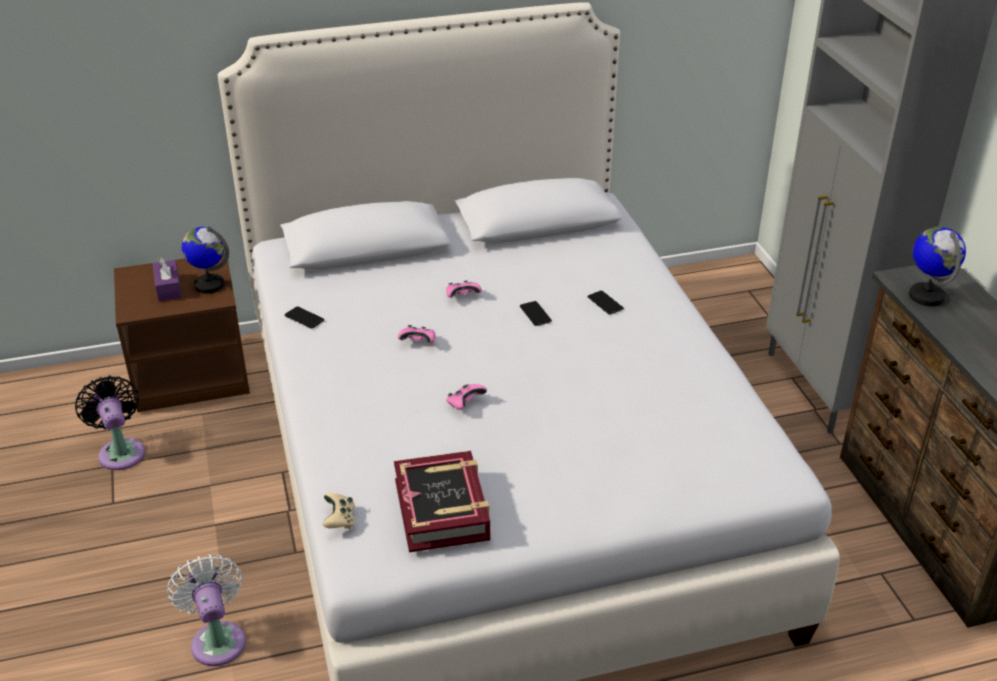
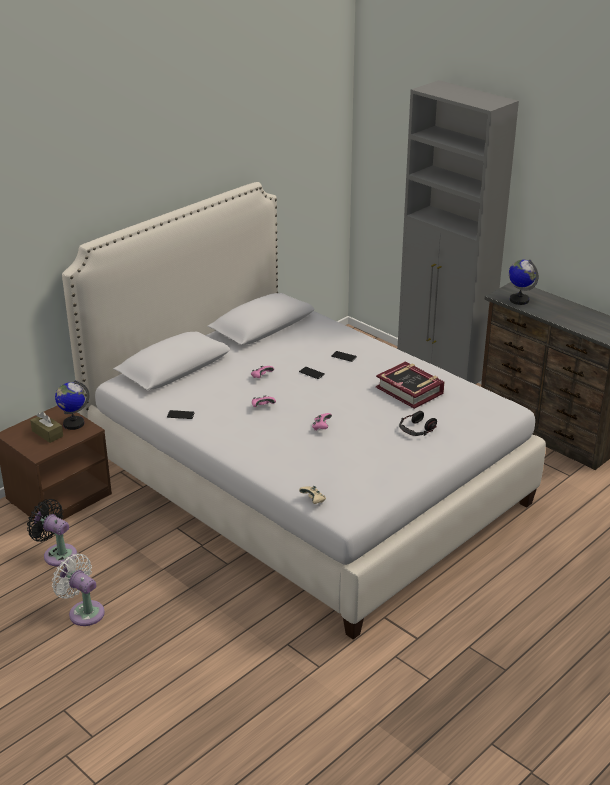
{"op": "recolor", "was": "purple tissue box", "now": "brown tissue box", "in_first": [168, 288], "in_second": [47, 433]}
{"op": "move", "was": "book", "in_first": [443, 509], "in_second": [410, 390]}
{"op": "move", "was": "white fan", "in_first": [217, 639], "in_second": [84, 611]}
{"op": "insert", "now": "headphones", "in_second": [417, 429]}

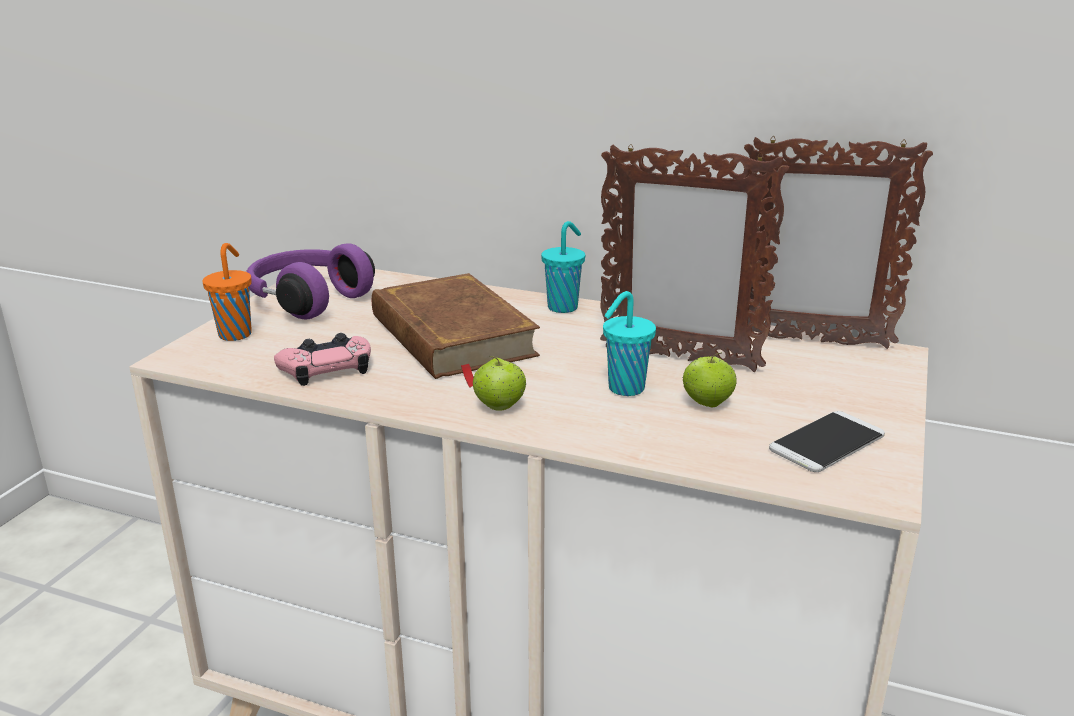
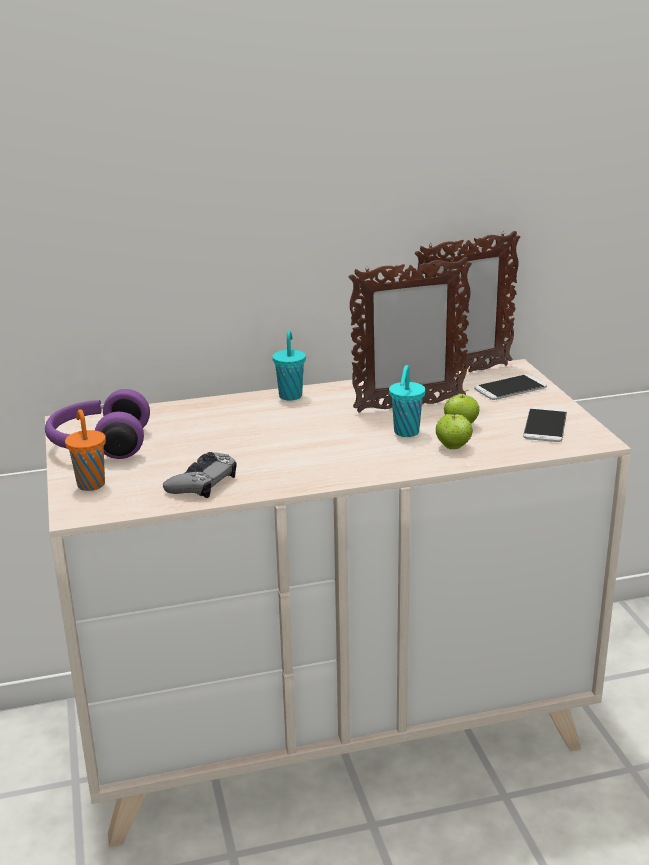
{"op": "delete", "was": "brown book", "in_first": [451, 337]}
{"op": "recolor", "was": "pink game controller", "now": "grey game controller", "in_first": [326, 368], "in_second": [202, 482]}
{"op": "move", "was": "apple", "in_first": [500, 407], "in_second": [453, 447]}
{"op": "insert", "now": "phone", "in_second": [510, 388]}

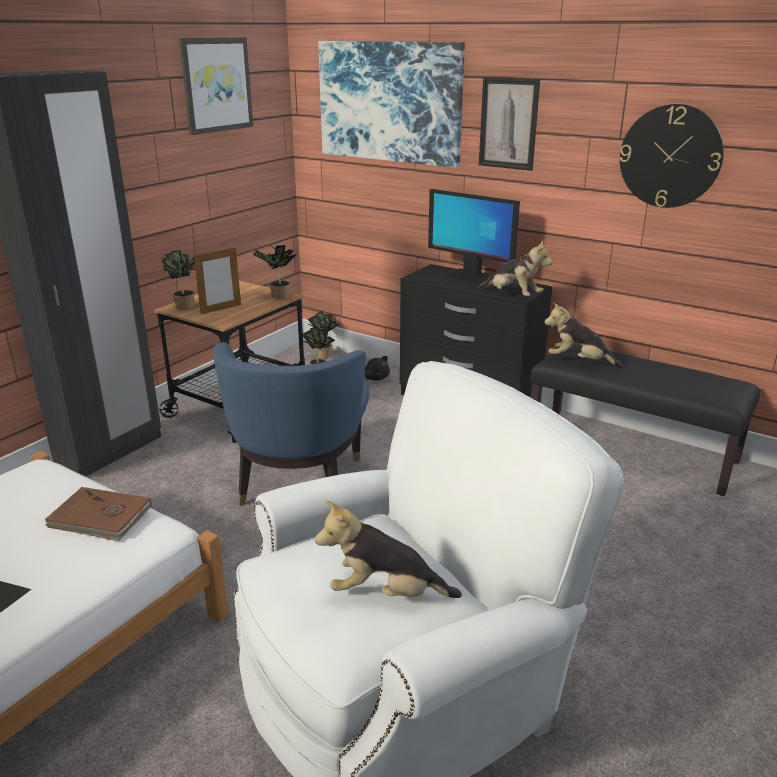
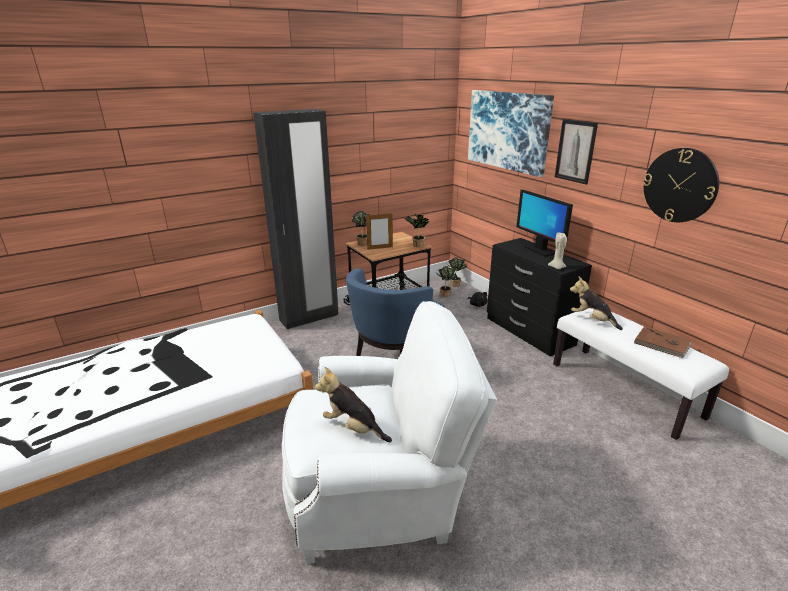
{"op": "delete", "was": "picture", "in_first": [216, 85]}
{"op": "replace", "was": "plush toy", "now": "beige candle", "in_first": [513, 296], "in_second": [557, 267]}
{"op": "recolor", "was": "black bench", "now": "white bench", "in_first": [631, 449], "in_second": [625, 390]}
{"op": "move", "was": "brown book", "in_first": [100, 518], "in_second": [661, 344]}

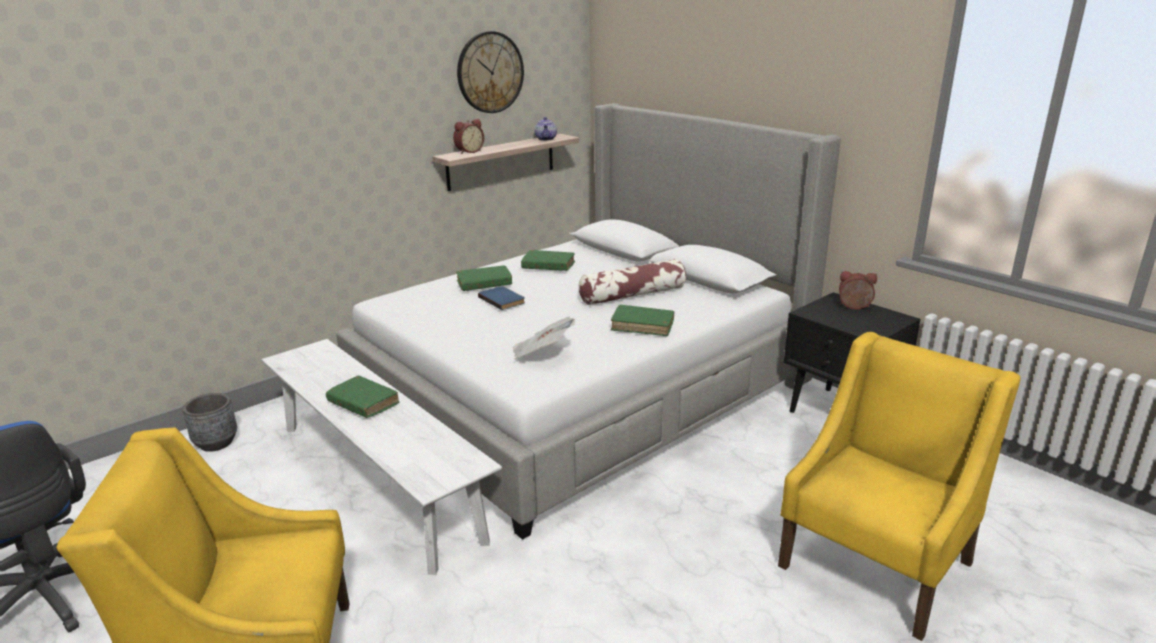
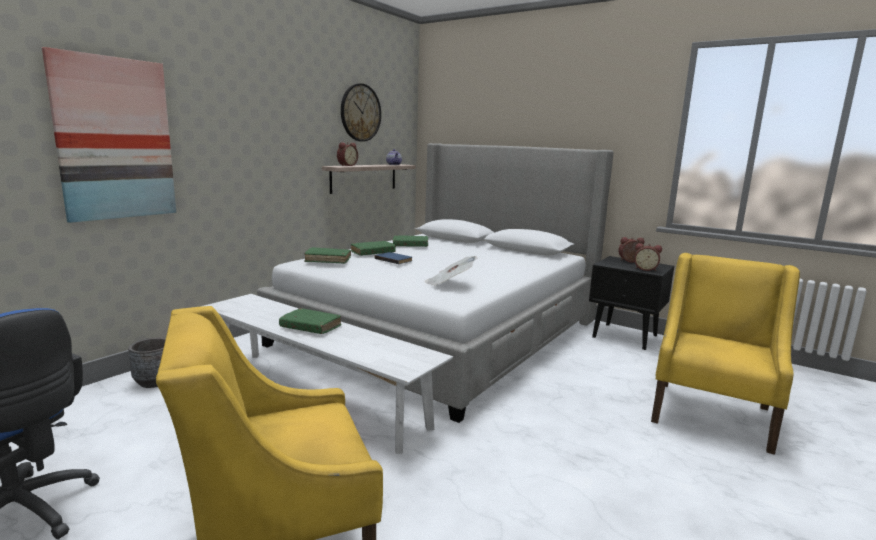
{"op": "delete", "was": "pillow", "in_first": [632, 295]}
{"op": "move", "was": "green book", "in_first": [642, 326], "in_second": [328, 260]}
{"op": "insert", "now": "picture", "in_second": [115, 139]}
{"op": "insert", "now": "alarm clock", "in_second": [645, 269]}

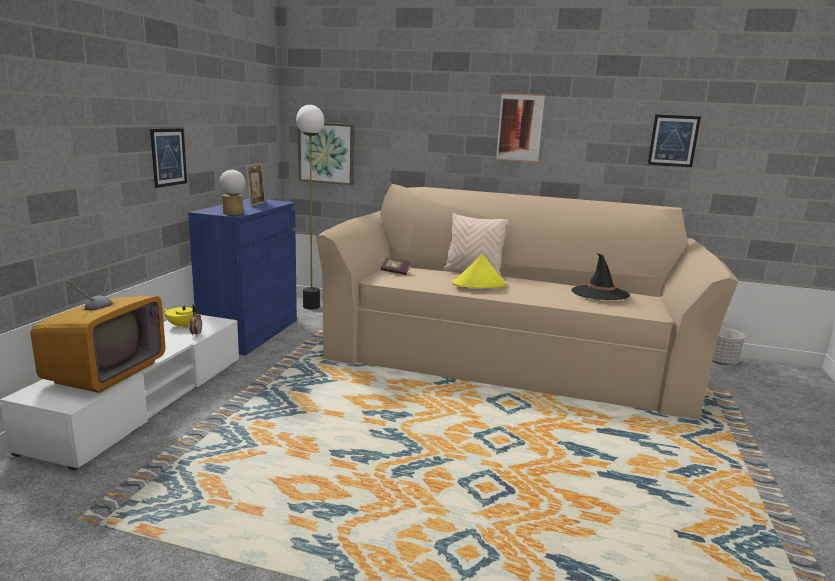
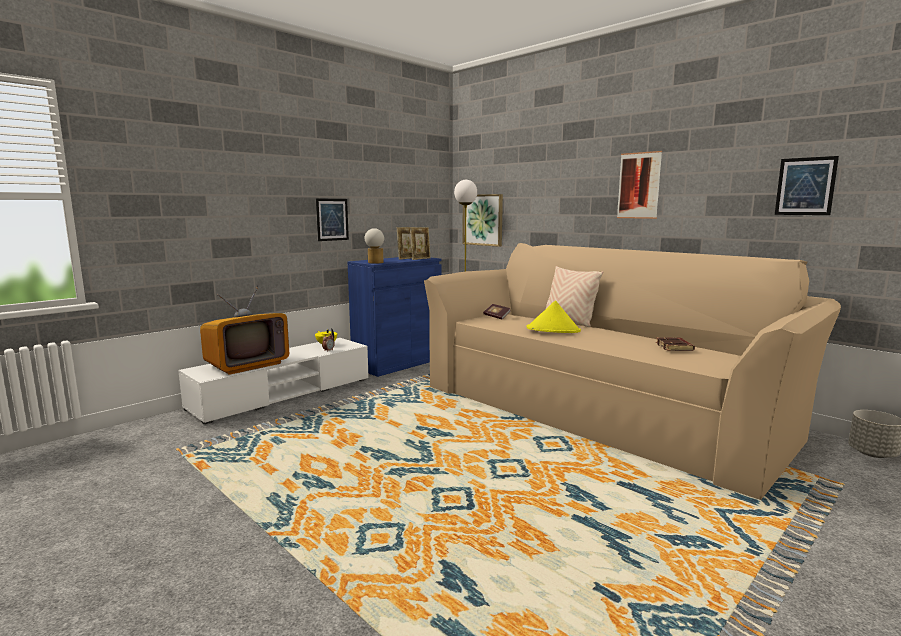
{"op": "replace", "was": "black hat", "now": "brown book", "in_first": [600, 293], "in_second": [675, 347]}
{"op": "insert", "now": "picture frame", "in_second": [420, 259]}

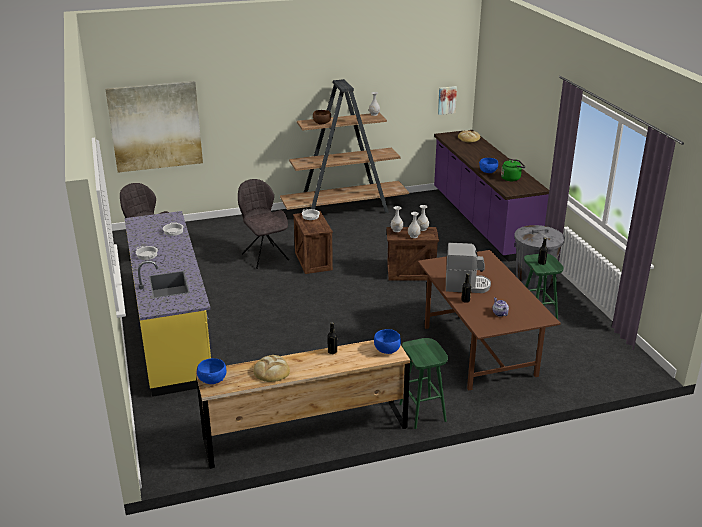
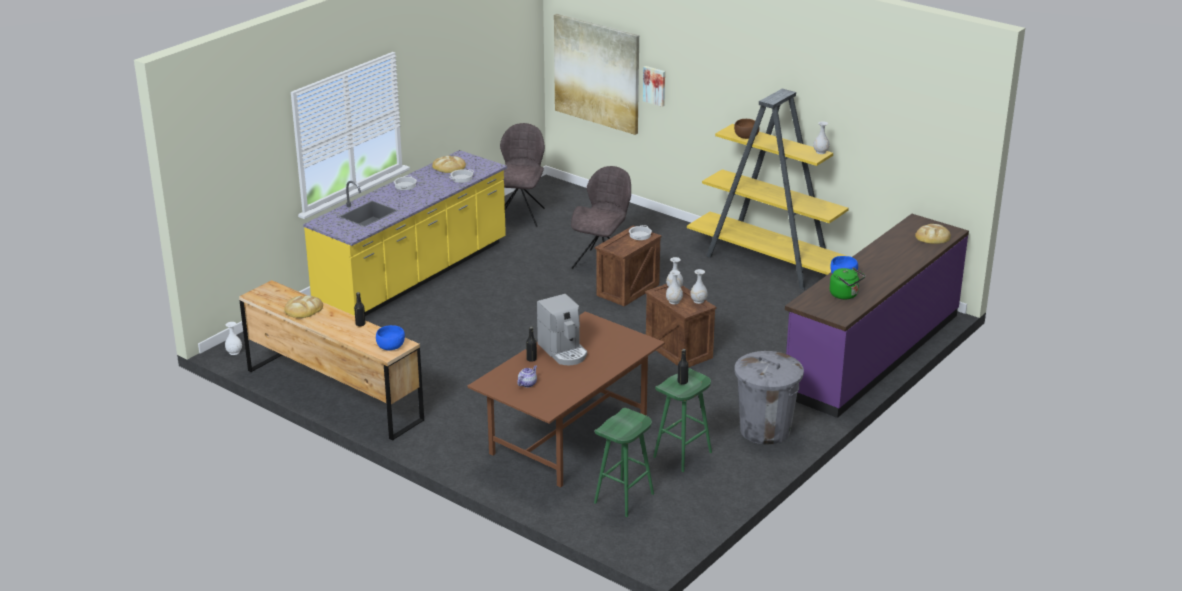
{"op": "recolor", "was": "brown bookcase", "now": "yellow bookcase", "in_first": [345, 210], "in_second": [769, 264]}
{"op": "move", "was": "picture", "in_first": [446, 100], "in_second": [655, 85]}
{"op": "move", "was": "green stool", "in_first": [423, 413], "in_second": [624, 499]}
{"op": "delete", "was": "blue bowl", "in_first": [212, 380]}
{"op": "insert", "now": "bread", "in_second": [449, 167]}
{"op": "insert", "now": "white vase", "in_second": [234, 352]}

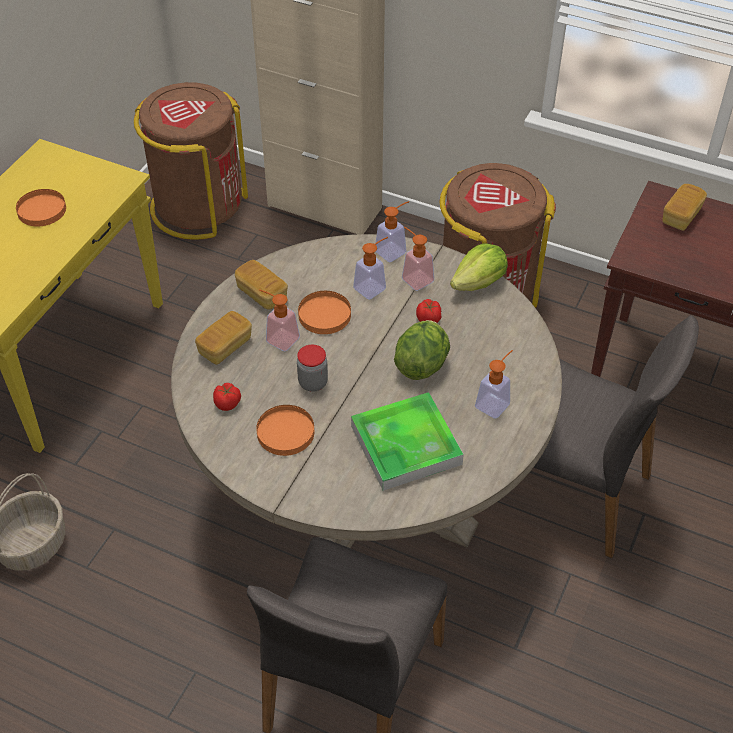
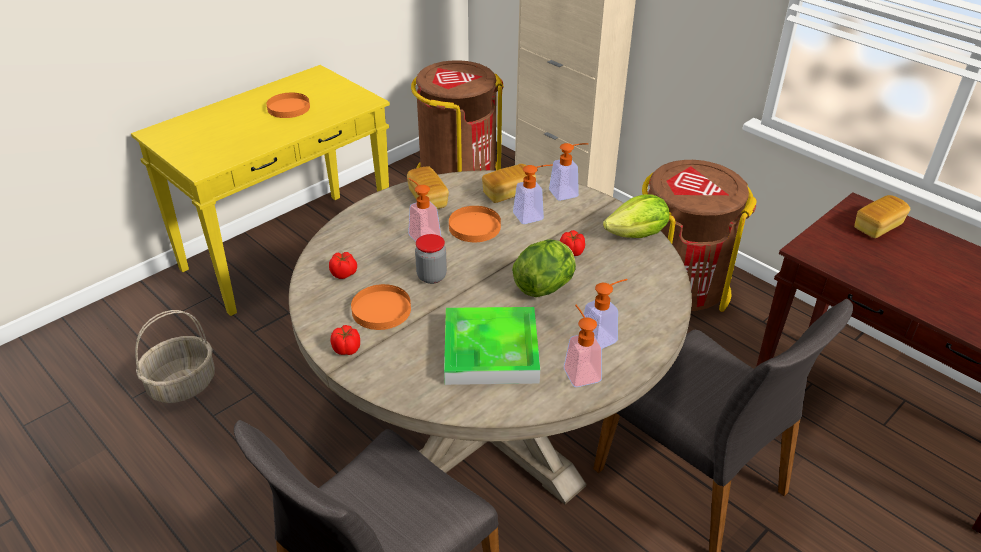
{"op": "move", "was": "soap dispenser", "in_first": [414, 277], "in_second": [579, 370]}
{"op": "move", "was": "bread", "in_first": [225, 346], "in_second": [508, 193]}
{"op": "insert", "now": "tomato", "in_second": [347, 349]}

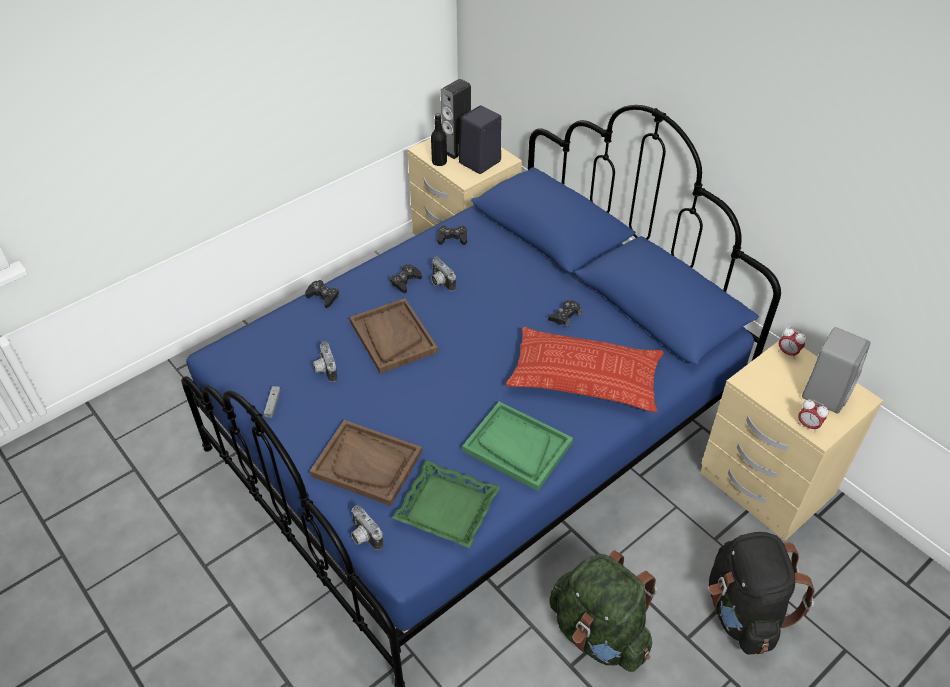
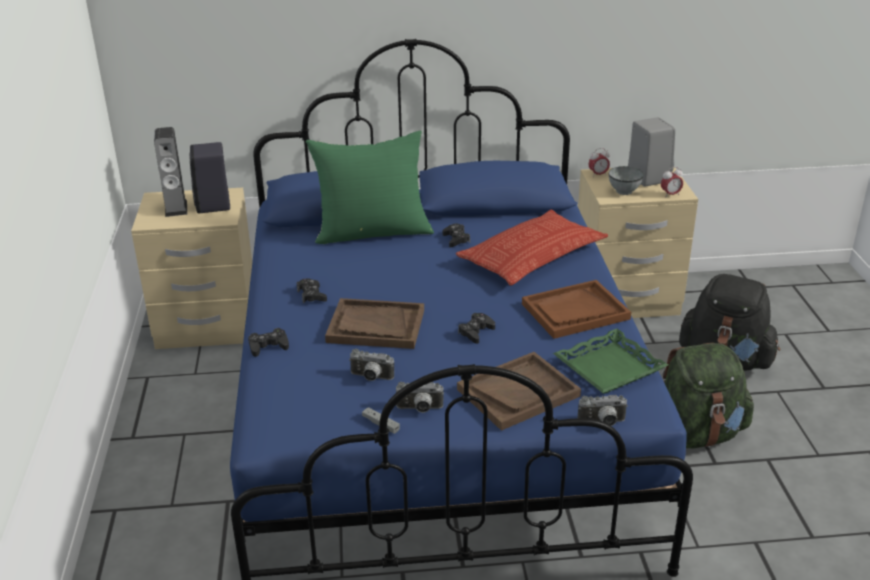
{"op": "delete", "was": "black bottle", "in_first": [439, 162]}
{"op": "move", "was": "black game controller", "in_first": [452, 238], "in_second": [476, 332]}
{"op": "move", "was": "photo camera", "in_first": [440, 283], "in_second": [419, 409]}
{"op": "recolor", "was": "green tray", "now": "brown tray", "in_first": [517, 447], "in_second": [575, 312]}
{"op": "insert", "now": "green pillow", "in_second": [373, 232]}
{"op": "insert", "now": "grey bowl", "in_second": [623, 191]}

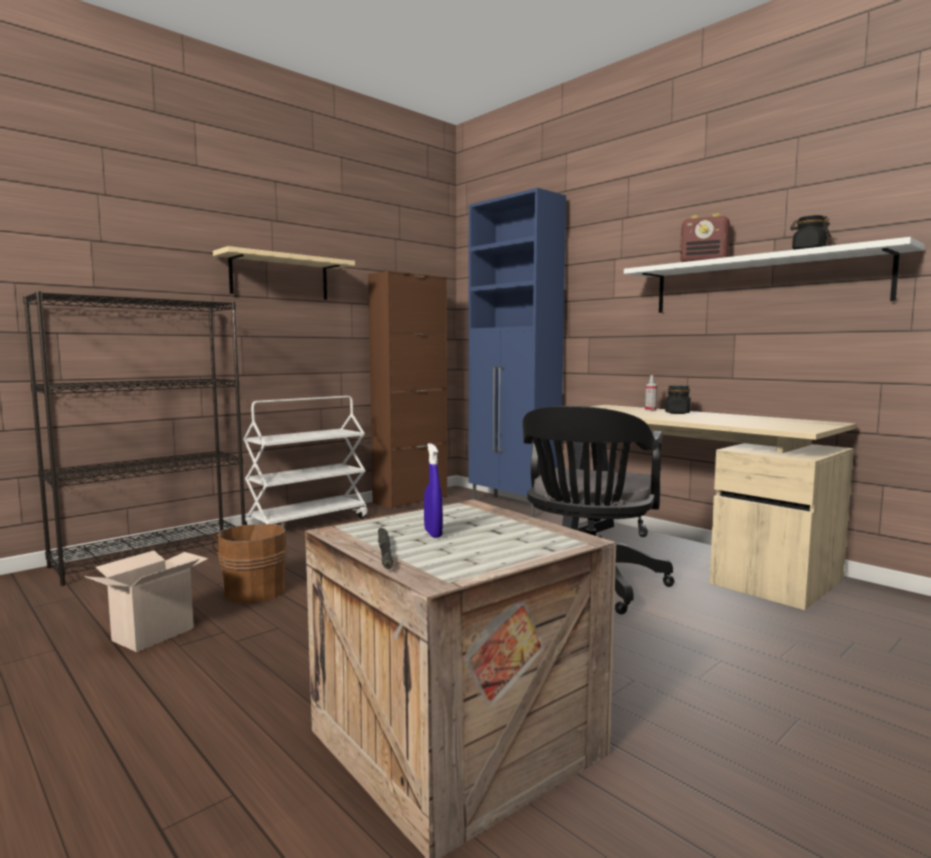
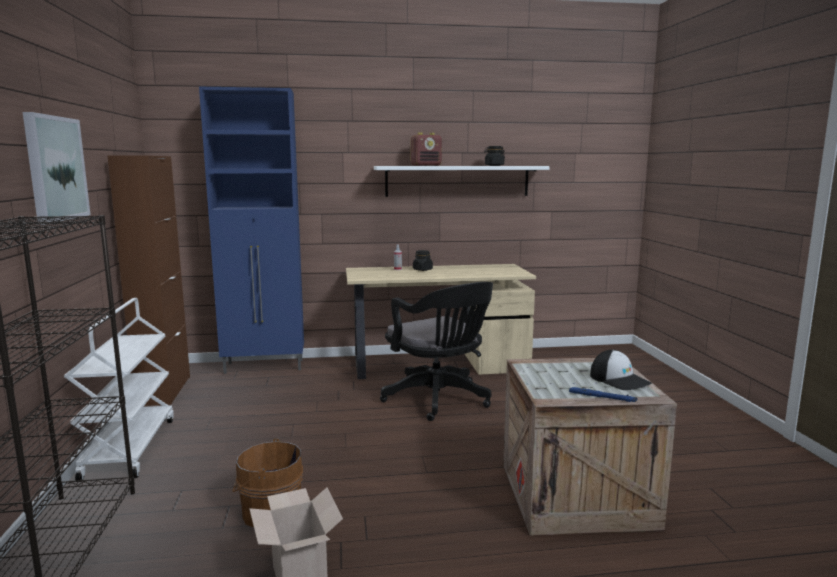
{"op": "replace", "was": "beige shelf", "now": "picture", "in_first": [280, 277], "in_second": [55, 168]}
{"op": "delete", "was": "blue spray bottle", "in_first": [433, 533]}
{"op": "recolor", "was": "black flashlight", "now": "blue flashlight", "in_first": [384, 552], "in_second": [602, 397]}
{"op": "insert", "now": "cap", "in_second": [619, 380]}

